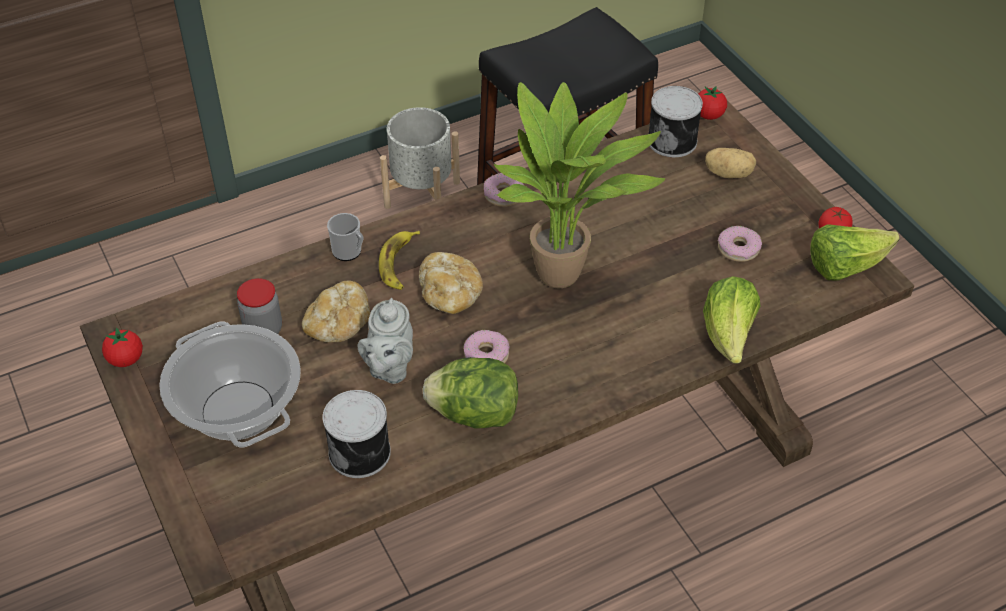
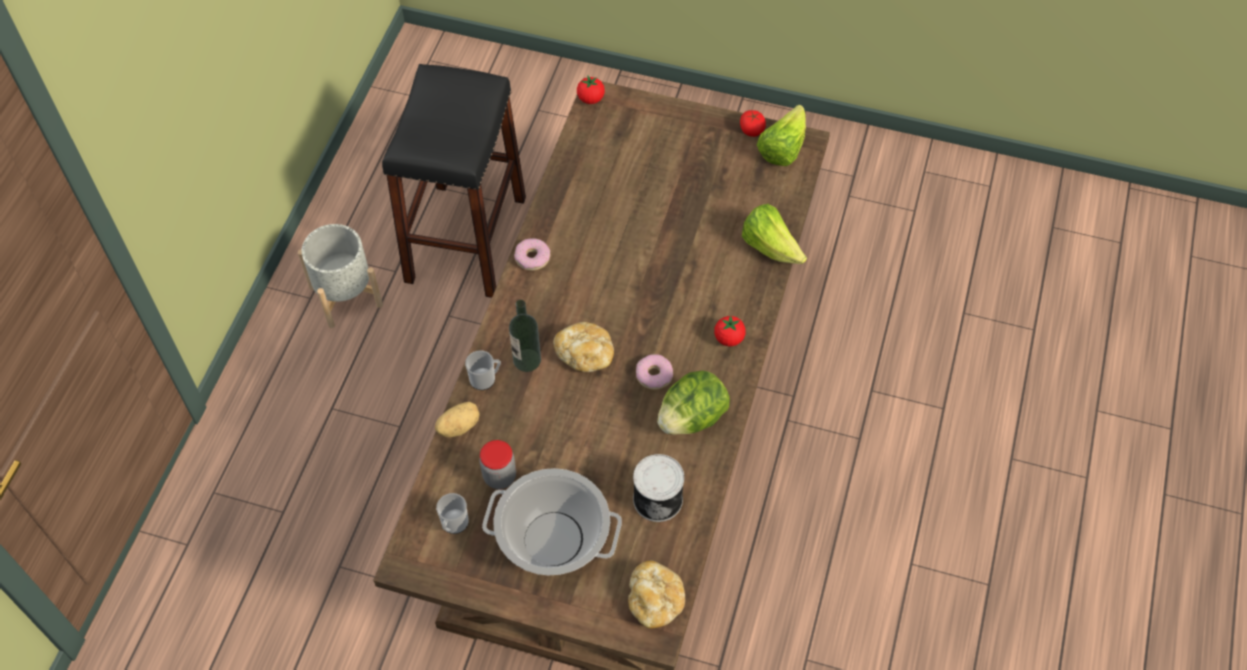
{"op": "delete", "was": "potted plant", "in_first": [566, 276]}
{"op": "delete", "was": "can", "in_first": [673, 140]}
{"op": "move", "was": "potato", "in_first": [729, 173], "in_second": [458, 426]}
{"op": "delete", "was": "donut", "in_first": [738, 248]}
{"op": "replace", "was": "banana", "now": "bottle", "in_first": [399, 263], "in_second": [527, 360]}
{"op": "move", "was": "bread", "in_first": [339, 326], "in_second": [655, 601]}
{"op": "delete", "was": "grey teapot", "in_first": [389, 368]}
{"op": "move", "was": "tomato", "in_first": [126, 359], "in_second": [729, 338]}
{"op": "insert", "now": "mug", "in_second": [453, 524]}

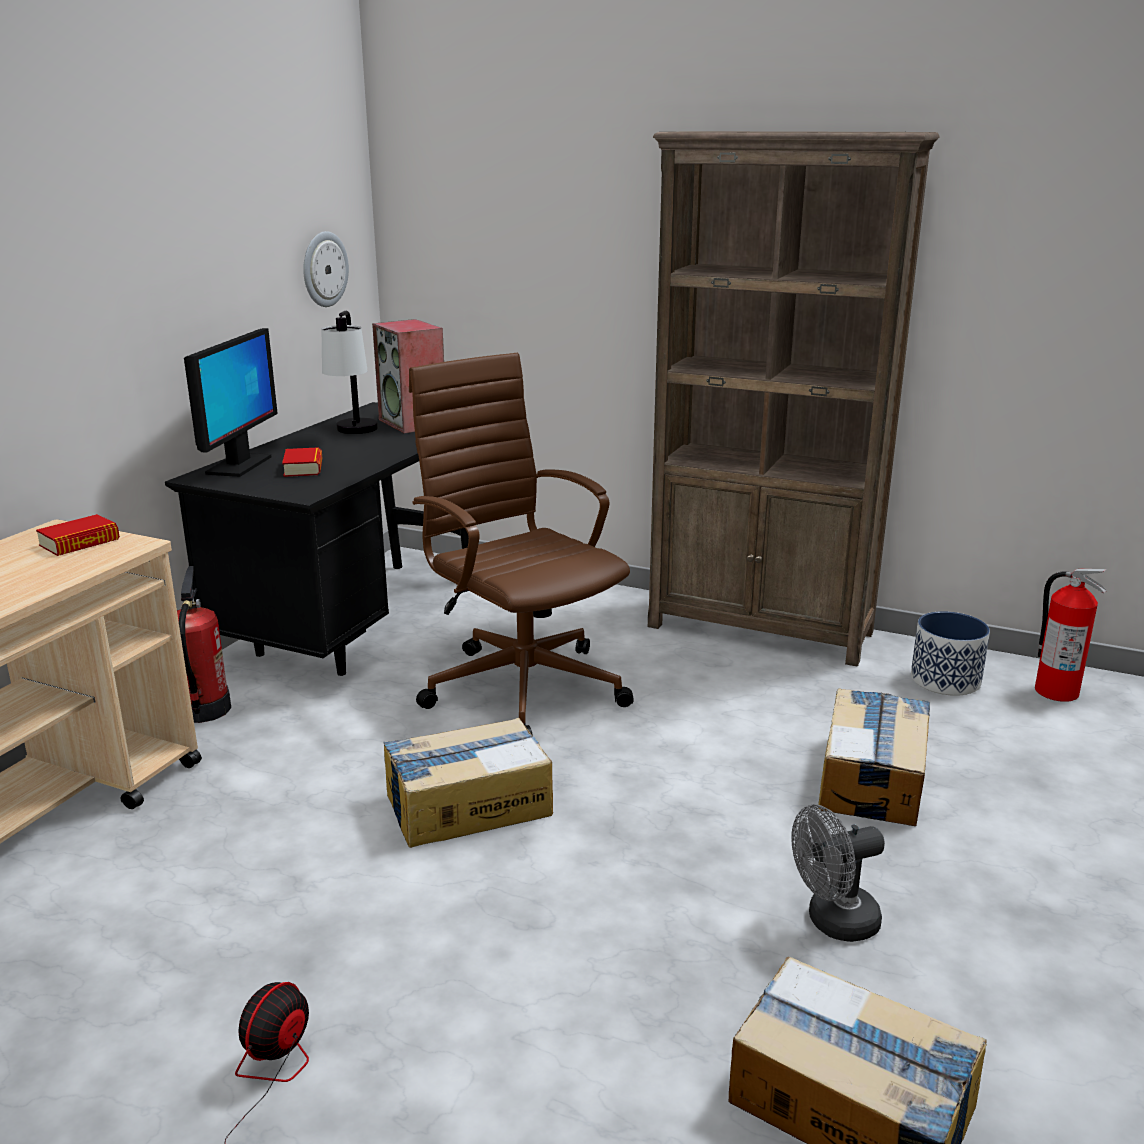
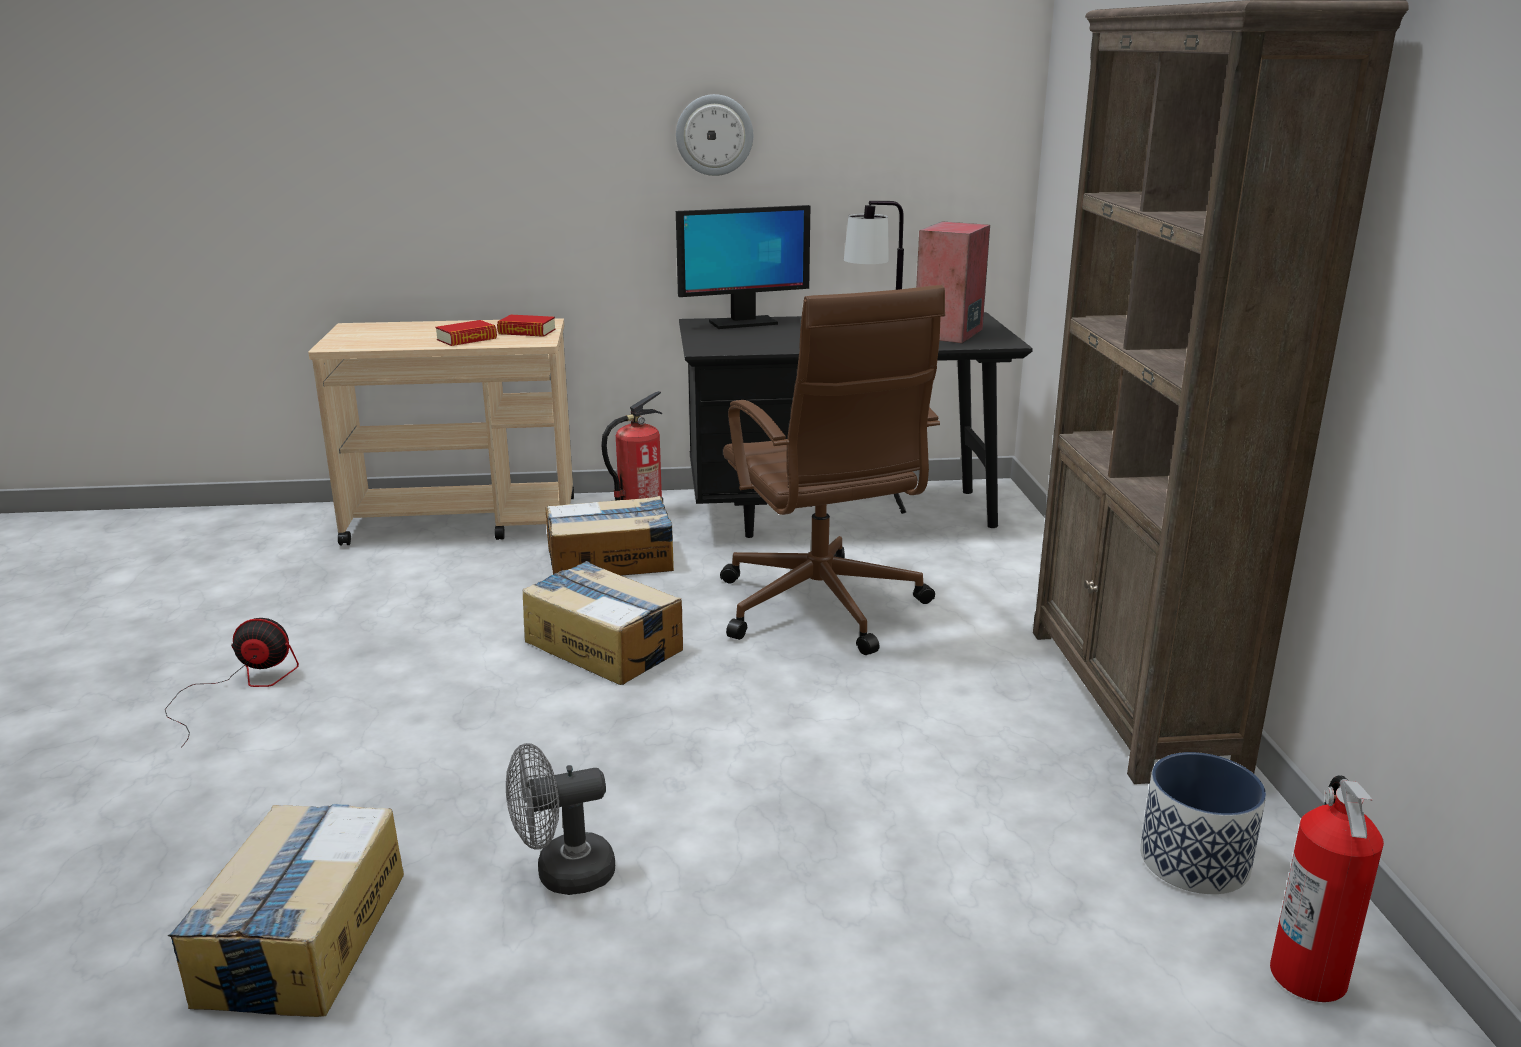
{"op": "move", "was": "wall clock", "in_first": [324, 269], "in_second": [714, 135]}
{"op": "rotate", "was": "brown office chair", "in_first": [522, 686], "in_second": [821, 609], "clockwise": 135}
{"op": "move", "was": "book", "in_first": [303, 468], "in_second": [467, 339]}
{"op": "move", "was": "cardboard box", "in_first": [872, 778], "in_second": [611, 560]}
{"op": "rotate", "was": "grey fan", "in_first": [833, 922], "in_second": [562, 874], "clockwise": -60}

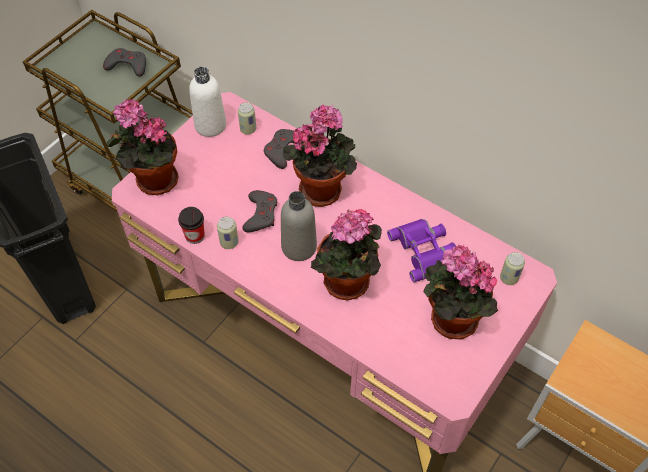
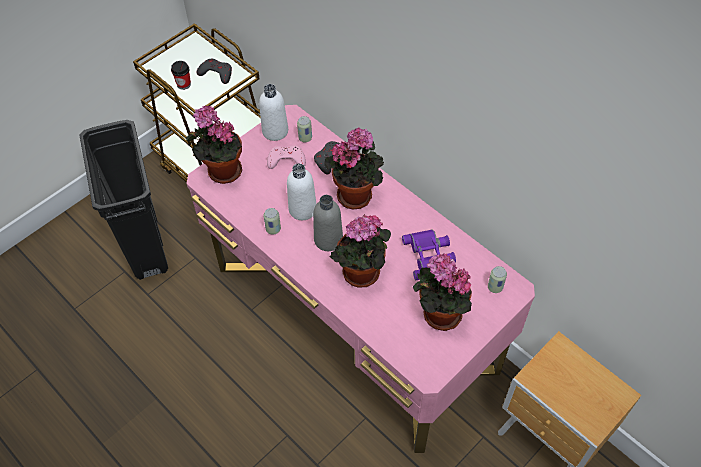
{"op": "replace", "was": "grey game controller", "now": "white bottle", "in_first": [261, 214], "in_second": [302, 209]}
{"op": "move", "was": "cup", "in_first": [195, 236], "in_second": [184, 84]}
{"op": "insert", "now": "pink game controller", "in_second": [286, 160]}

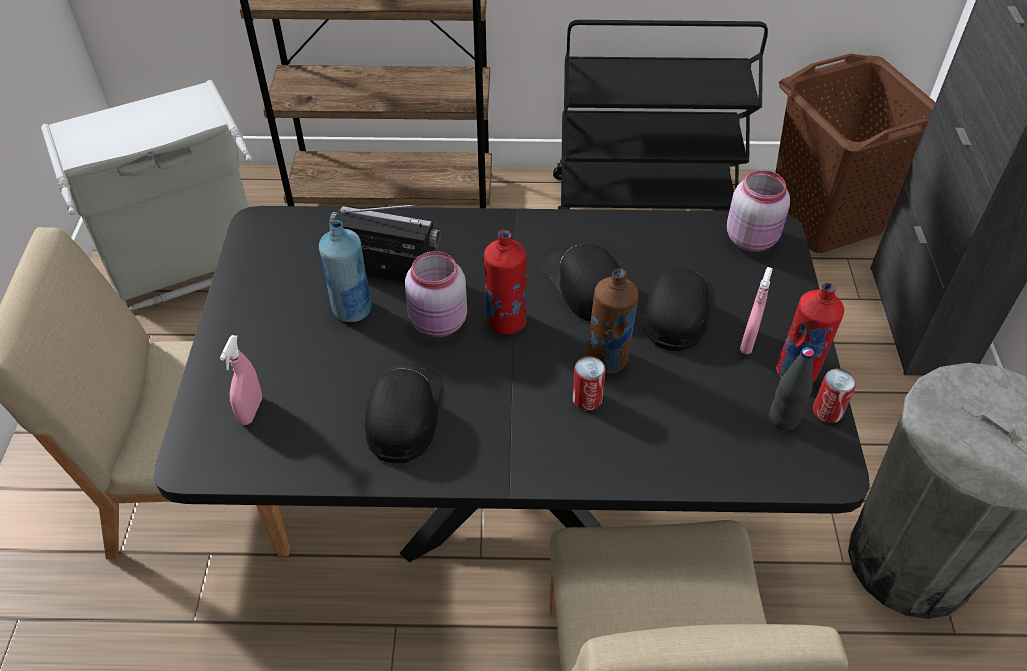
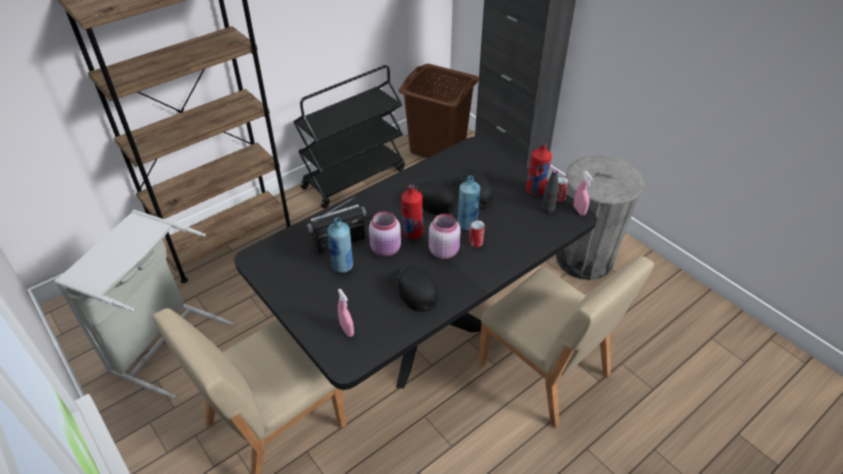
{"op": "move", "was": "pink jar", "in_first": [752, 238], "in_second": [444, 251]}
{"op": "move", "was": "pink spray bottle", "in_first": [748, 342], "in_second": [579, 210]}
{"op": "recolor", "was": "brown bottle", "now": "blue bottle", "in_first": [608, 359], "in_second": [467, 224]}

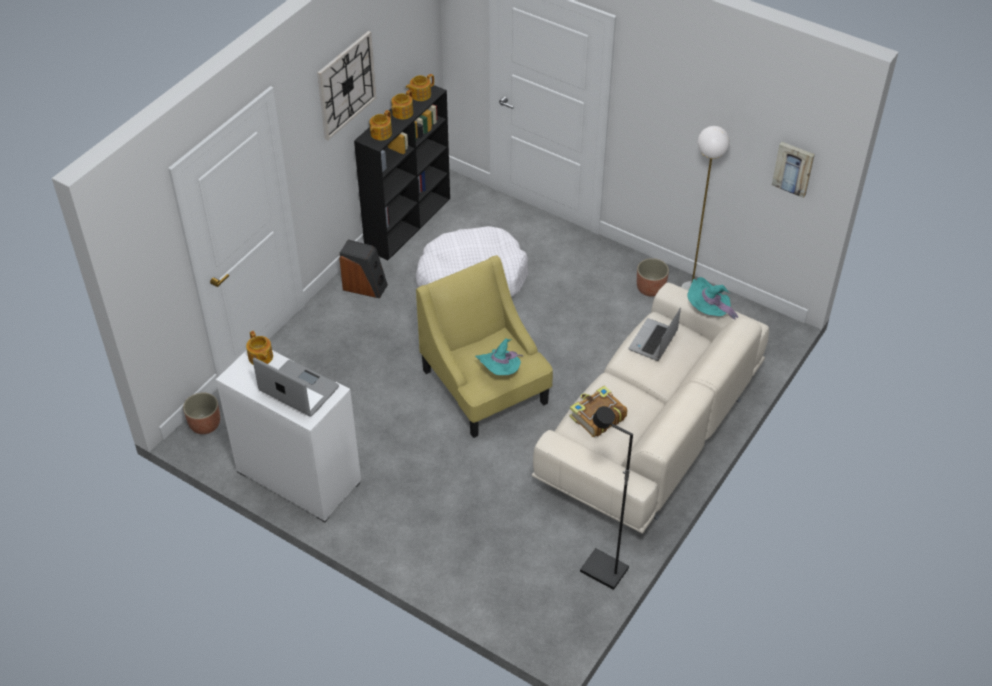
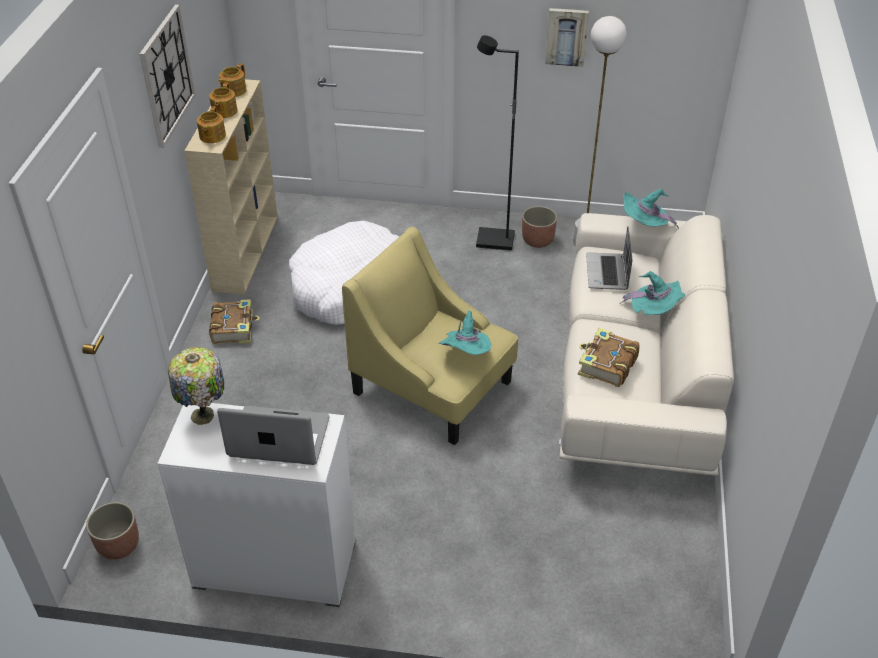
{"op": "recolor", "was": "black bookcase", "now": "beige bookcase", "in_first": [408, 223], "in_second": [246, 251]}
{"op": "move", "was": "picture", "in_first": [793, 168], "in_second": [566, 36]}
{"op": "replace", "was": "speaker", "now": "book", "in_first": [365, 286], "in_second": [234, 328]}
{"op": "replace", "was": "teapot", "now": "table lamp", "in_first": [260, 357], "in_second": [204, 417]}
{"op": "move", "was": "black floor lamp", "in_first": [603, 571], "in_second": [494, 241]}
{"op": "insert", "now": "turquoise hat", "in_second": [654, 311]}

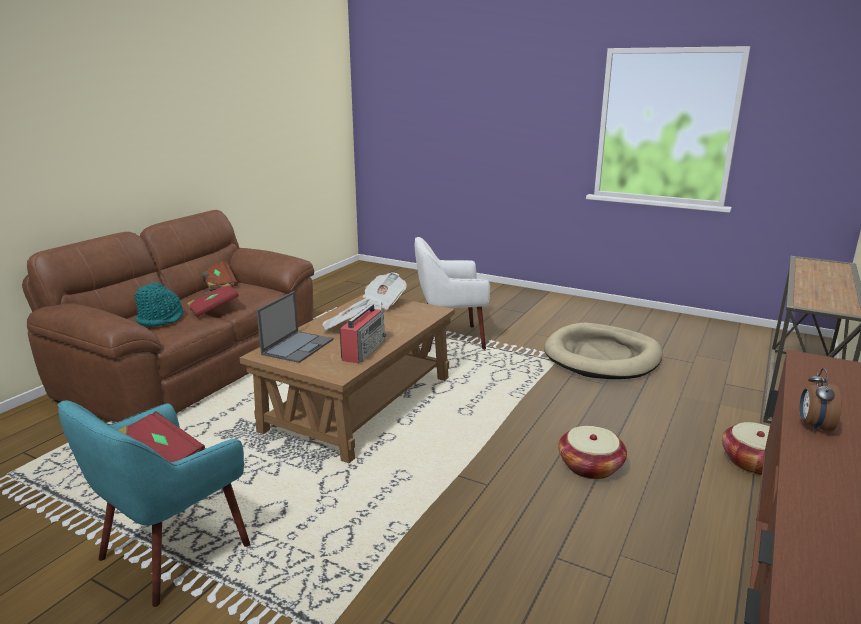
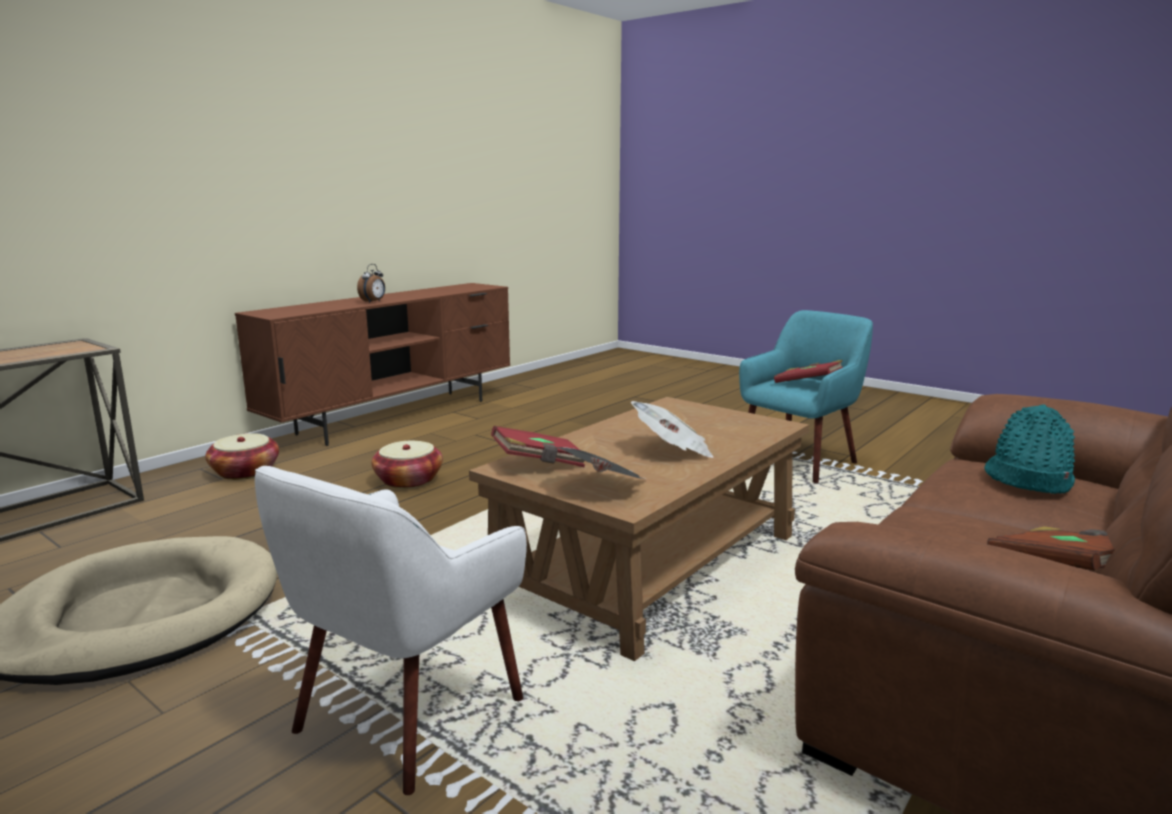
{"op": "rotate", "was": "white armchair", "in_first": [450, 339], "in_second": [406, 714], "clockwise": 120}
{"op": "move", "was": "red book", "in_first": [214, 309], "in_second": [540, 464]}
{"op": "delete", "was": "laptop", "in_first": [298, 346]}
{"op": "delete", "was": "radio", "in_first": [364, 350]}

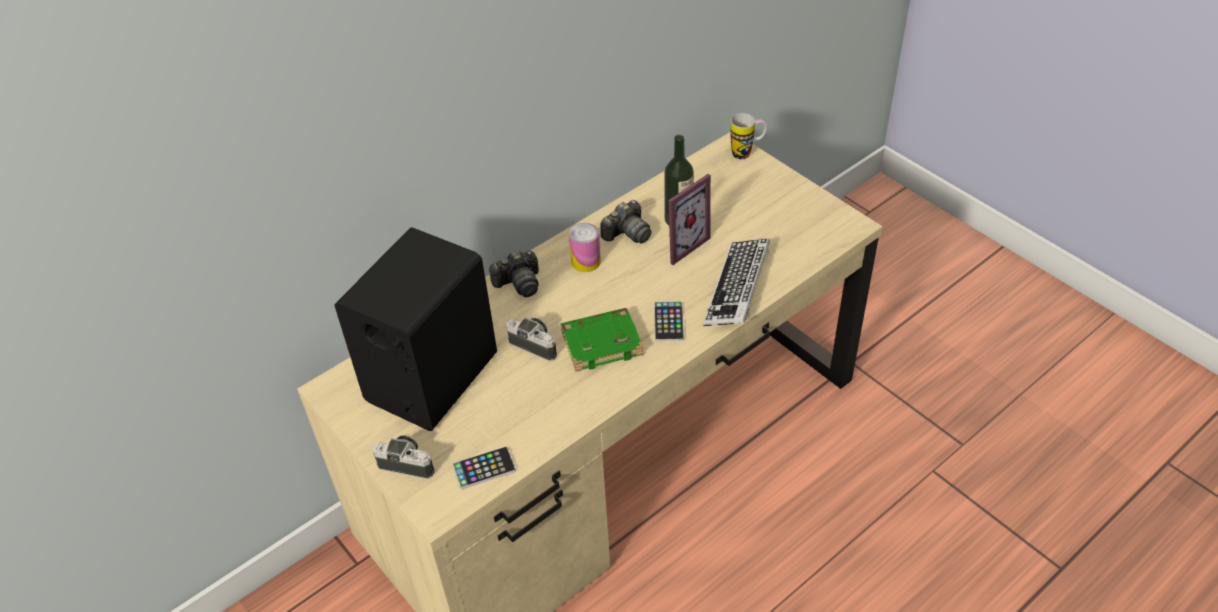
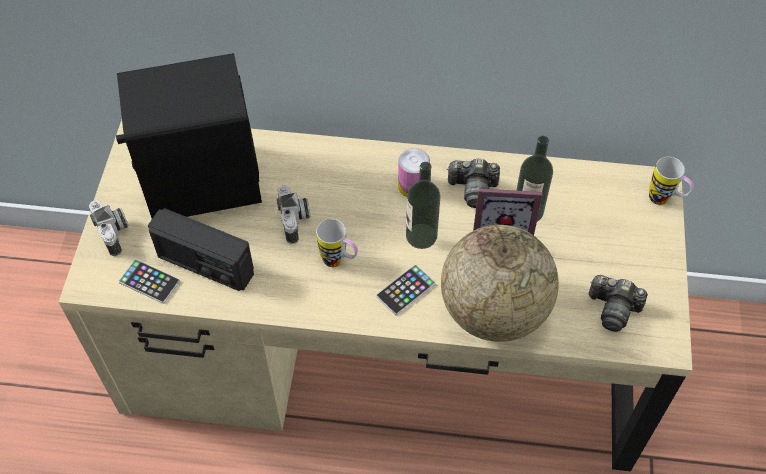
{"op": "replace", "was": "keyboard", "now": "globe", "in_first": [737, 288], "in_second": [493, 311]}
{"op": "move", "was": "photo camera", "in_first": [519, 283], "in_second": [613, 309]}
{"op": "replace", "was": "green book", "now": "mug", "in_first": [602, 342], "in_second": [339, 262]}
{"op": "insert", "now": "bottle", "in_second": [421, 236]}
{"op": "insert", "now": "radio", "in_second": [205, 265]}

